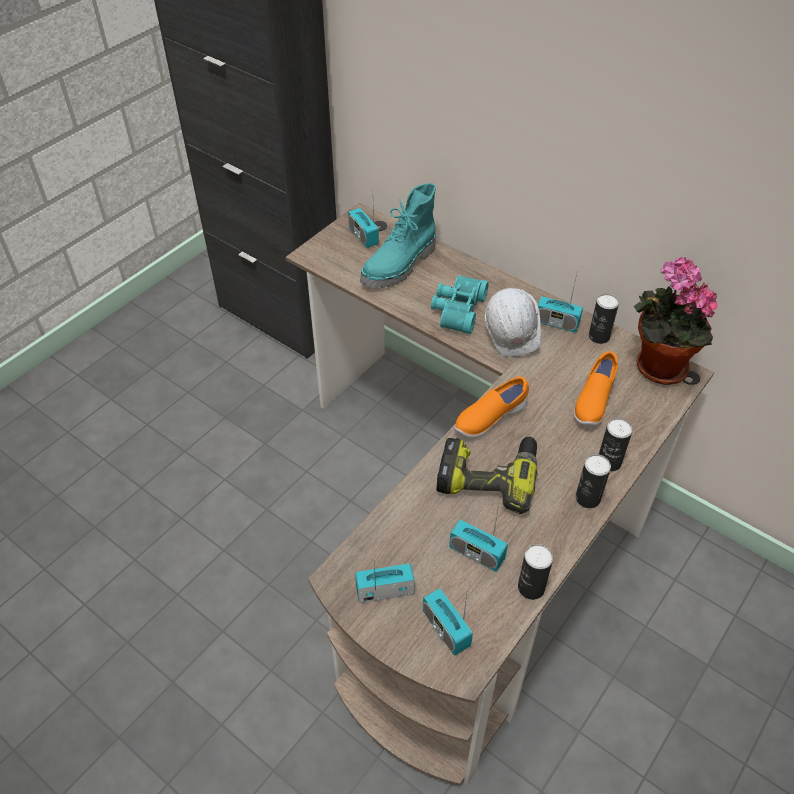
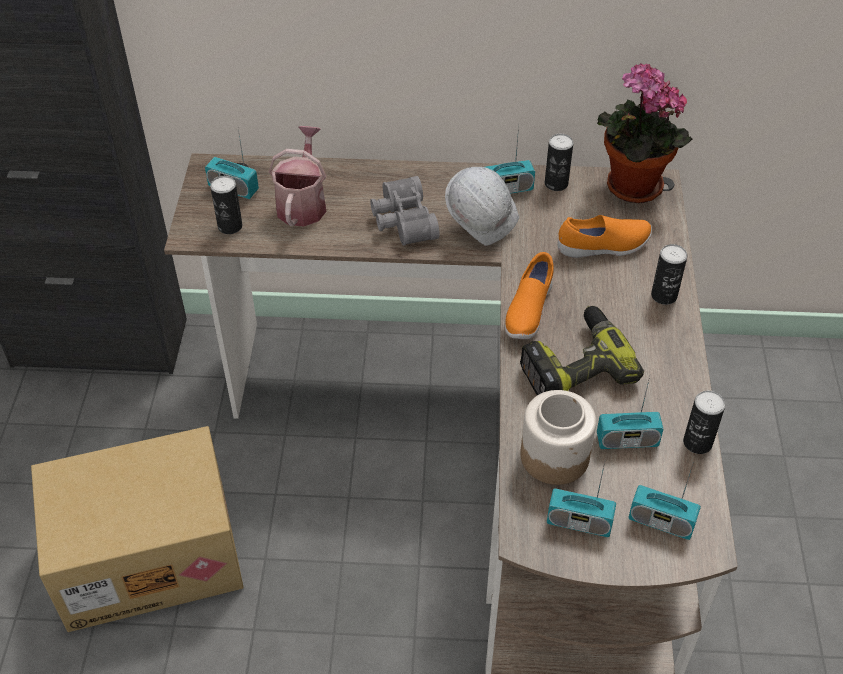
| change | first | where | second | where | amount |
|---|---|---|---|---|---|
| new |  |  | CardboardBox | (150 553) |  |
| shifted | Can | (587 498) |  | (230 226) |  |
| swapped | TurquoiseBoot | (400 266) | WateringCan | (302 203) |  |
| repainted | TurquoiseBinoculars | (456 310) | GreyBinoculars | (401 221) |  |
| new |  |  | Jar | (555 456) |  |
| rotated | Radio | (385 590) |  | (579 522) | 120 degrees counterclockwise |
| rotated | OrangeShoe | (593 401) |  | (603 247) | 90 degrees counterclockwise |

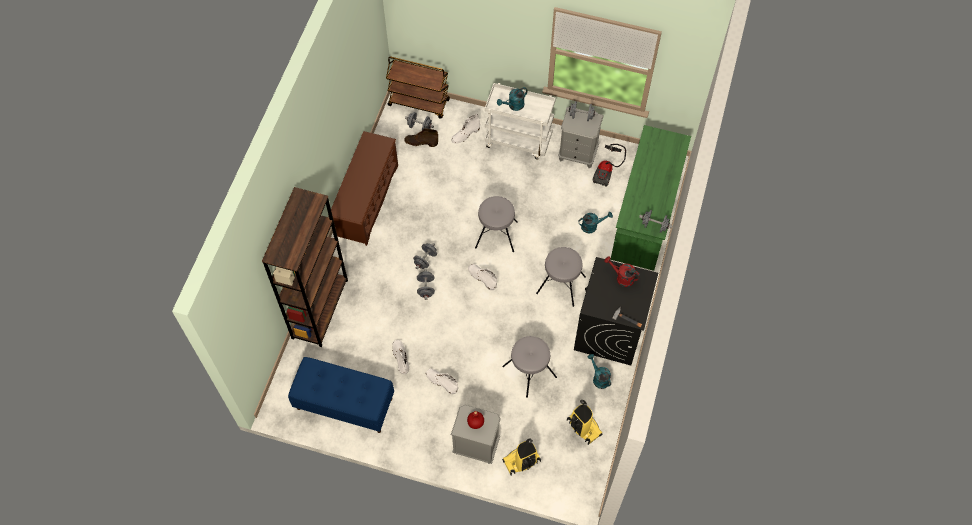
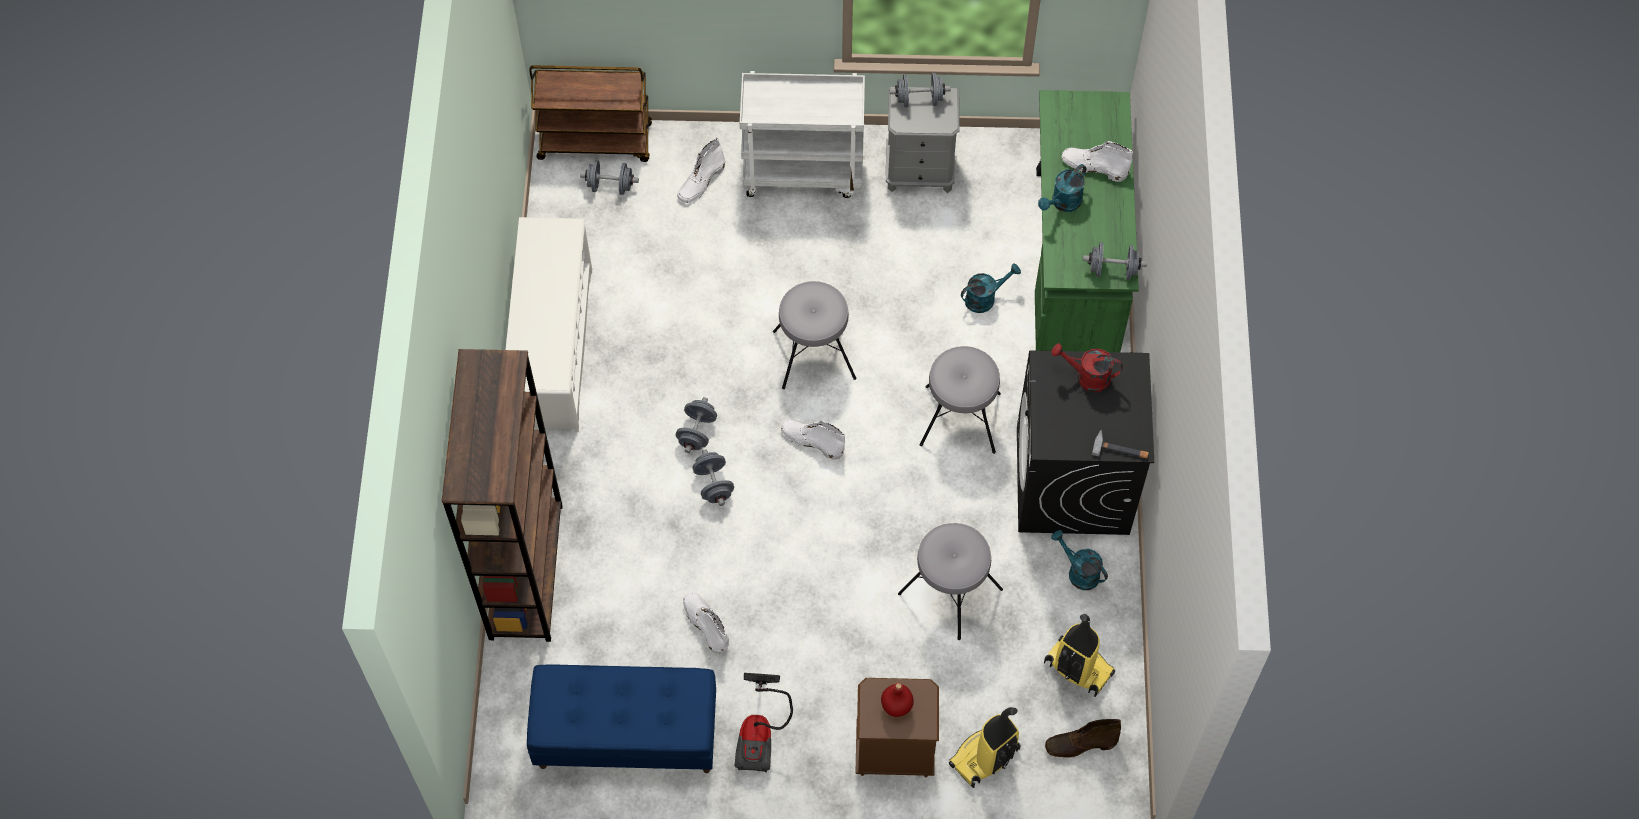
| change | first | where | second | where | amount |
|---|---|---|---|---|---|
| repainted | BrownShoeRack | (367 200) | WhiteShoeRack | (553 347) |  |
| shifted | VacuumCleaner | (607 171) |  | (760 733) |  |
| repainted | GreyNightstand | (476 446) | BrownNightstand | (894 751) |  |
| shifted | TurquoiseWateringCan | (513 106) |  | (1063 203) |  |
| shifted | BrownBoot | (421 142) |  | (1080 744) |  |
| shifted | WhiteBoot | (441 382) |  | (1093 167) |  |

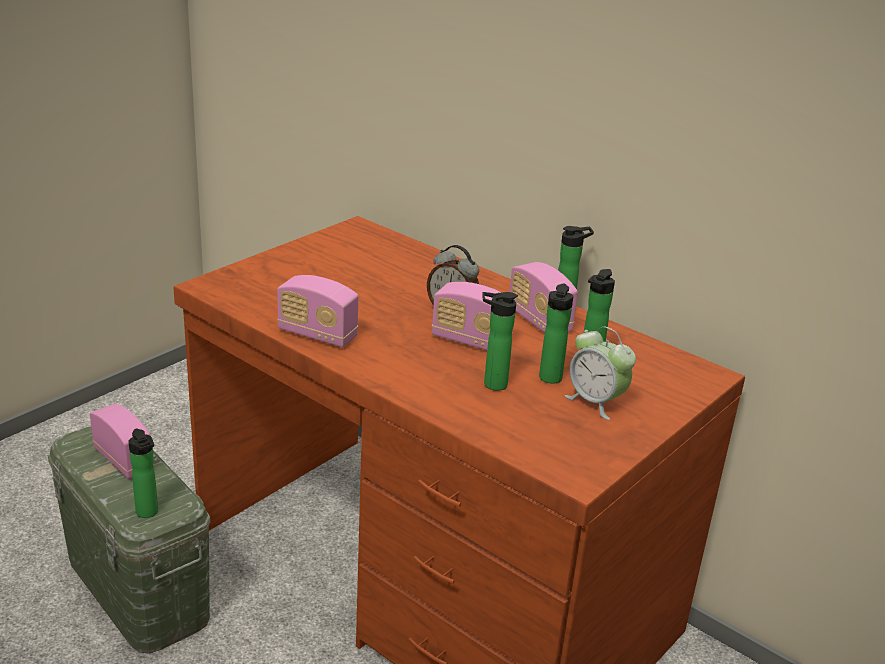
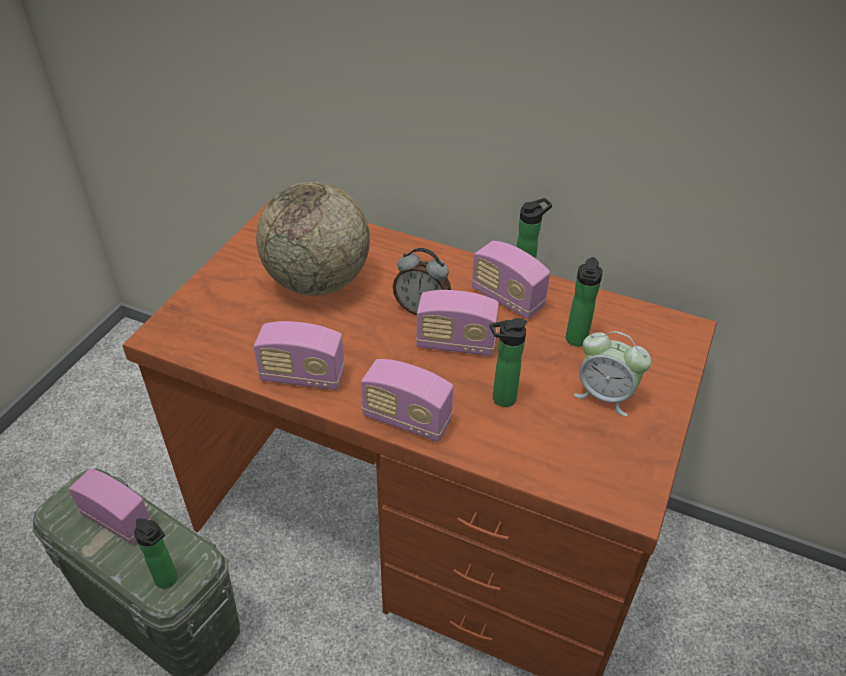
| change | first | where | second | where | amount |
|---|---|---|---|---|---|
| new |  |  | Globe | (318 281) |  |
| new |  |  | Radio | (406 420) |  |
| gone | Bottle | (549 379) |  |  |  |

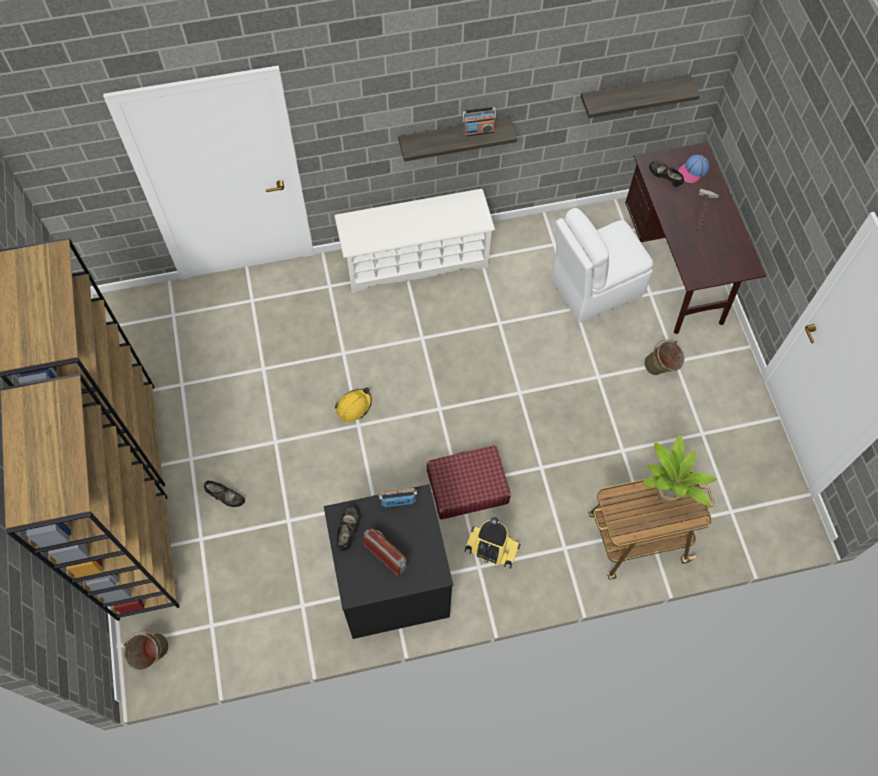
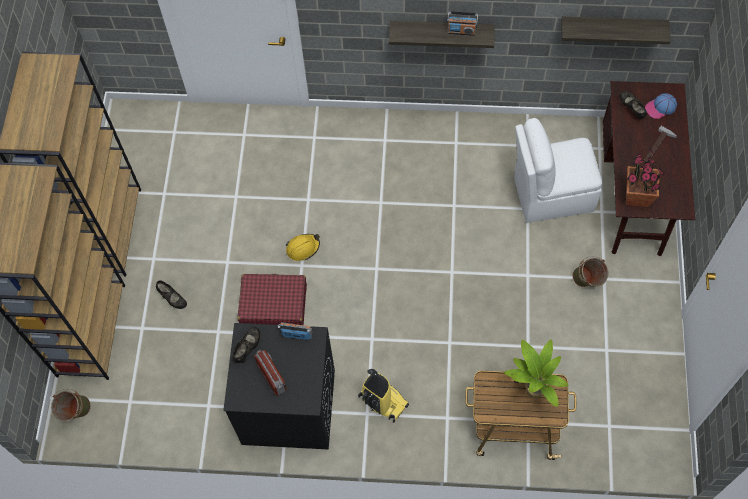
| change | first | where | second | where | amount |
|---|---|---|---|---|---|
| shifted | RedSuitcase | (467 486) |  | (273 305) |  |
| new |  |  | PottedPlant | (637 197) |  |
| gone | WhiteShoeRack | (415 260) |  |  |  |

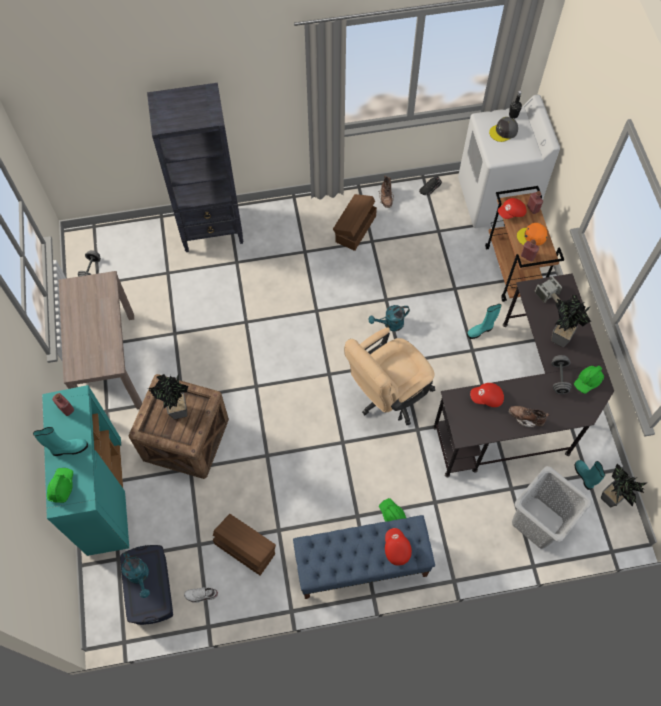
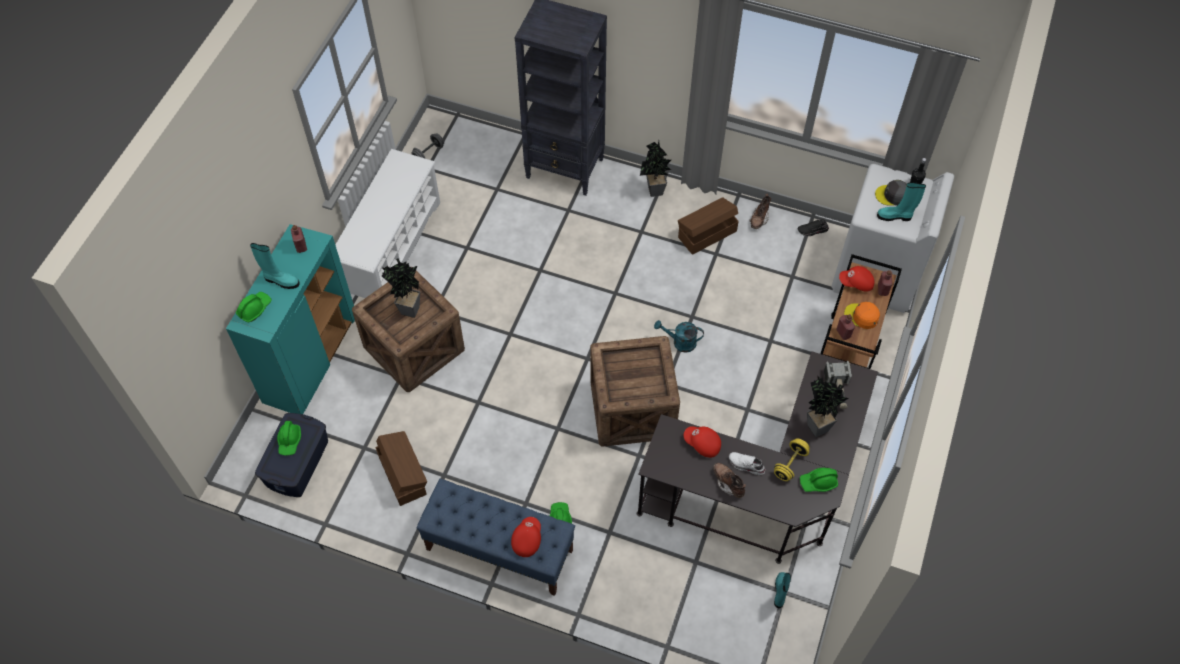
| change | first | where | second | where | amount |
|---|---|---|---|---|---|
| swapped | TurquoiseWateringCan | (140 576) | GreenHardHat | (289 441) |  |
| swapped | BrownConsoleTable | (111 363) | WhiteShoeRack | (392 246) |  |
| swapped | BeigeOfficeChair | (388 396) | Crate | (631 409) |  |
| shifted | PottedPlant | (610 501) |  | (654 193) |  |
| shifted | WhiteShoe | (201 595) |  | (746 465) |  |
| repainted | GreyDumbbell | (559 378) | YellowDumbbell | (790 464) |  |
| shifted | TurquoiseBoot | (480 330) |  | (895 216) |  |
| gone | GreyLaundryBasket | (538 522) |  |  |  |

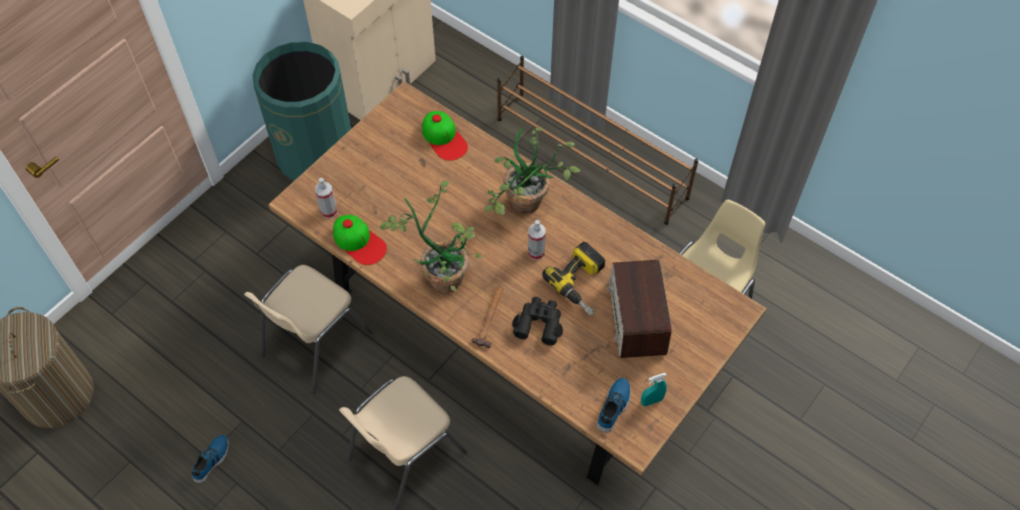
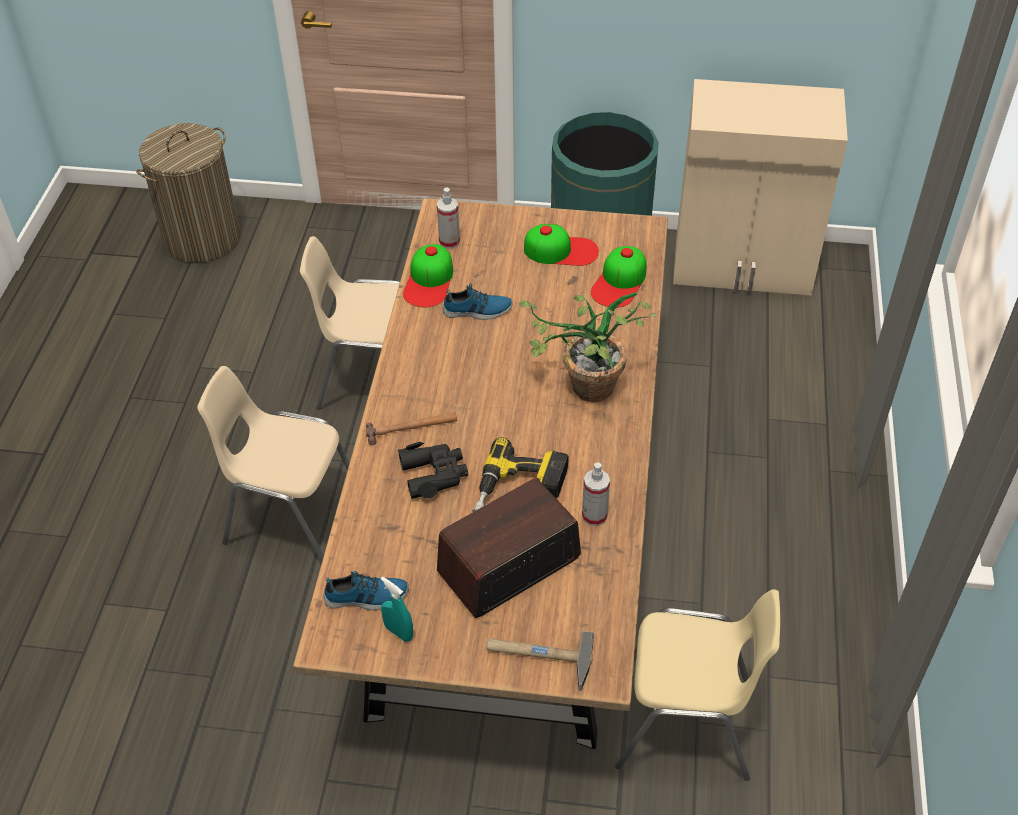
| change | first | where | second | where | amount |
|---|---|---|---|---|---|
| shifted | Shoe | (212 460) |  | (477 311) |  |
| new |  |  | Hammer | (538 657) |  |
| new |  |  | Cap | (561 250) |  |
| shifted | SprayBottle | (536 252) |  | (594 516) |  |
| gone | PottedPlant | (443 273) |  |  |  |
| gone | BrownShoeRack | (591 159) |  |  |  |

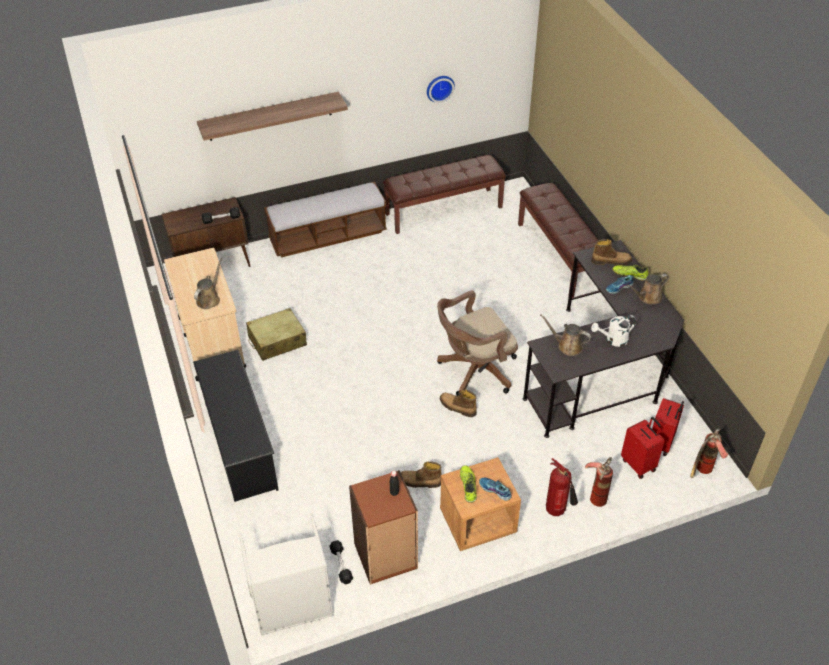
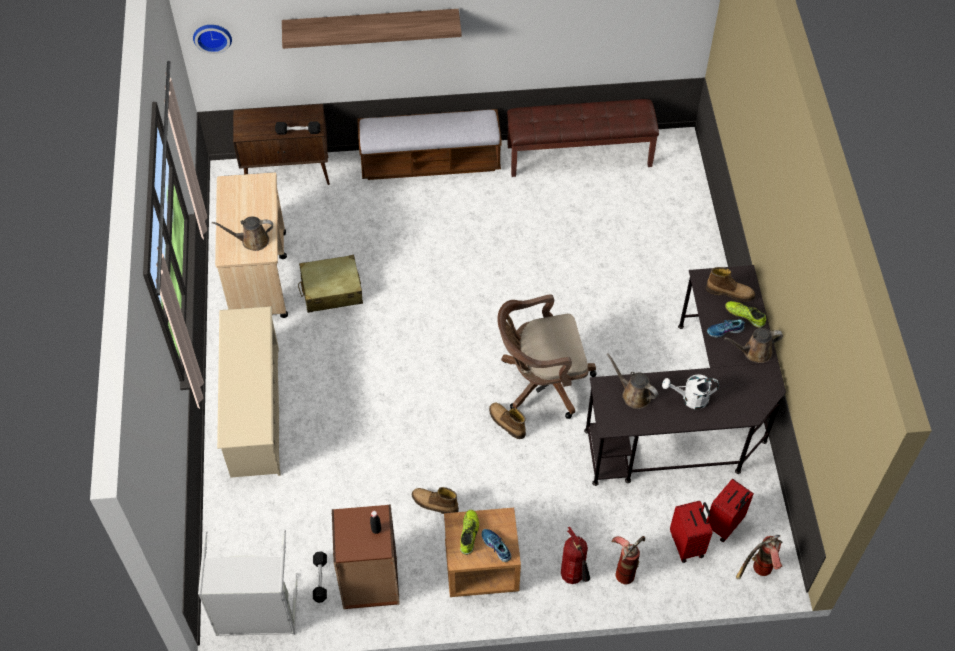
| change | first | where | second | where | amount |
|---|---|---|---|---|---|
| shifted | WallClock | (439 87) |  | (212 36) |  |
| rotated | BrownWateringCan | (209 299) |  | (252 240) | 135 degrees counterclockwise |
| repainted | BlackShoeRack | (240 445) | BeigeShoeRack | (255 411) |  |
| gone | BrownBench | (559 256) |  |  |  |

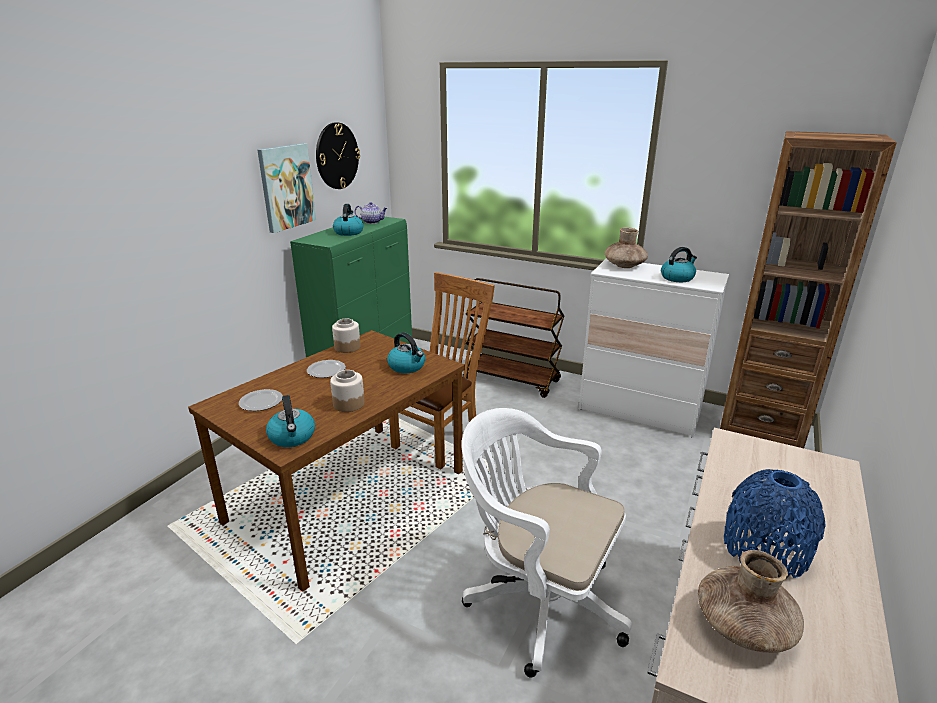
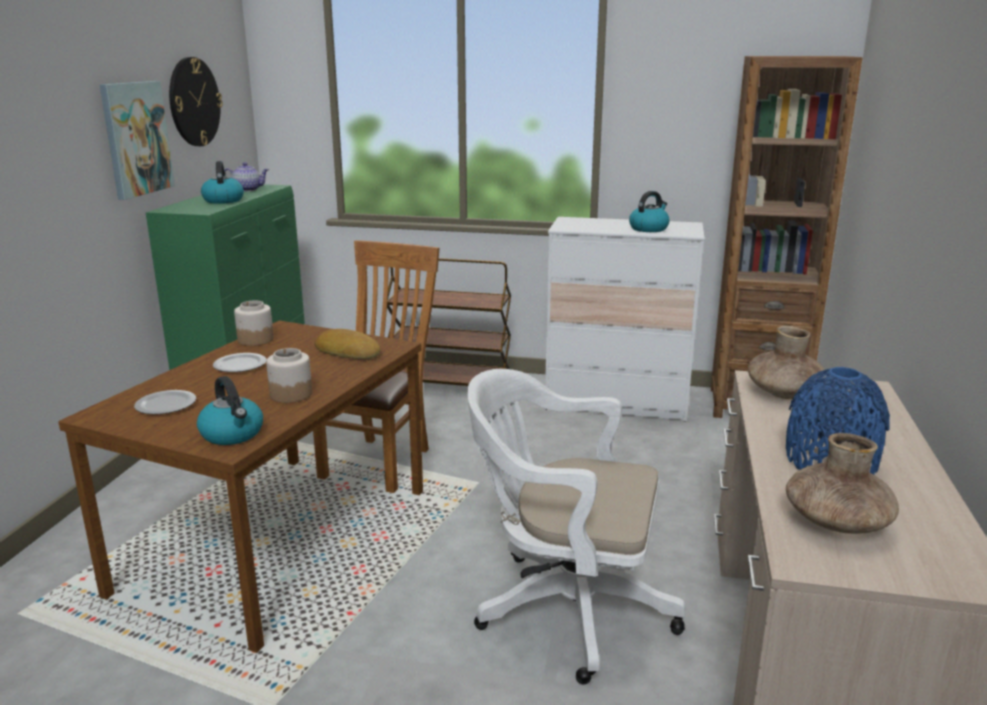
| change | first | where | second | where | amount |
|---|---|---|---|---|---|
| swapped | Kettle | (407 367) | Bread | (348 351) |  |
| shifted | BrownVase | (624 265) |  | (784 393) |  |

